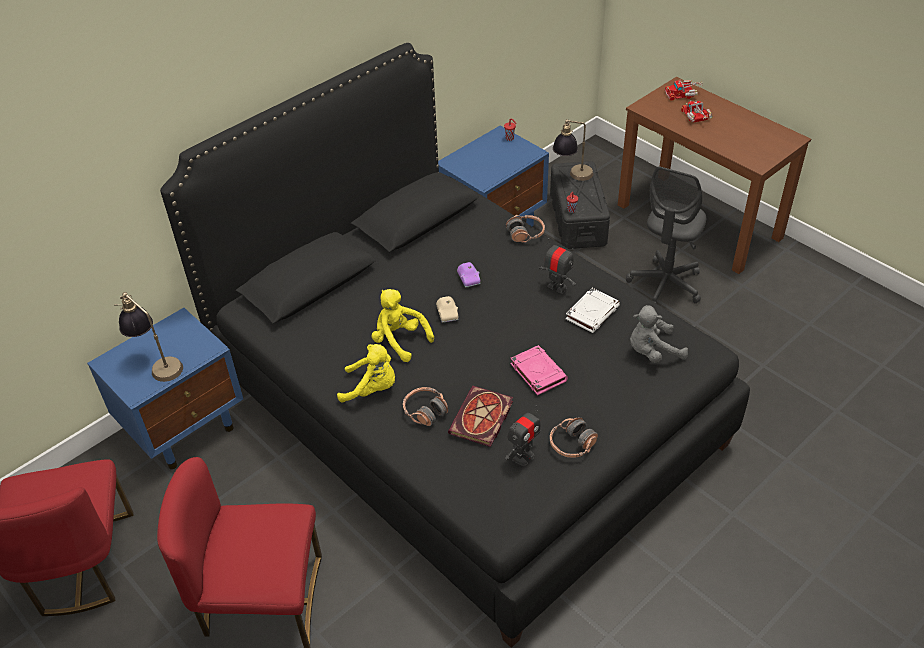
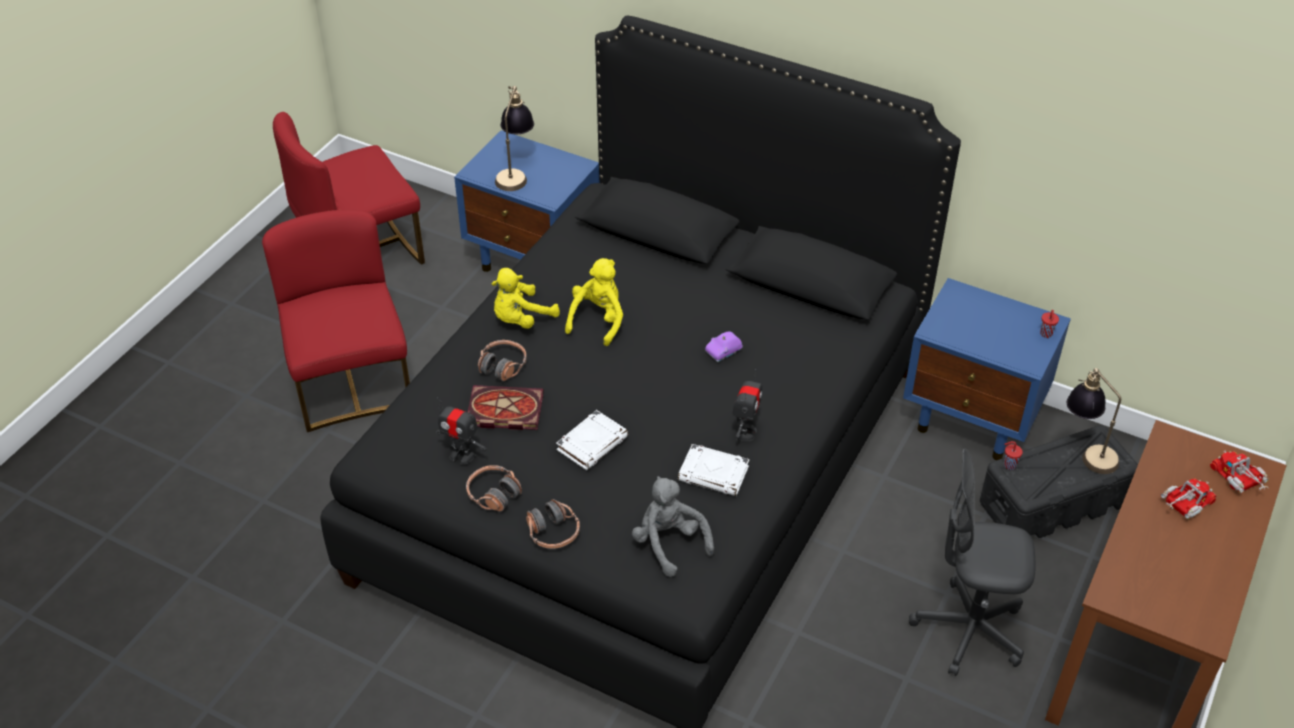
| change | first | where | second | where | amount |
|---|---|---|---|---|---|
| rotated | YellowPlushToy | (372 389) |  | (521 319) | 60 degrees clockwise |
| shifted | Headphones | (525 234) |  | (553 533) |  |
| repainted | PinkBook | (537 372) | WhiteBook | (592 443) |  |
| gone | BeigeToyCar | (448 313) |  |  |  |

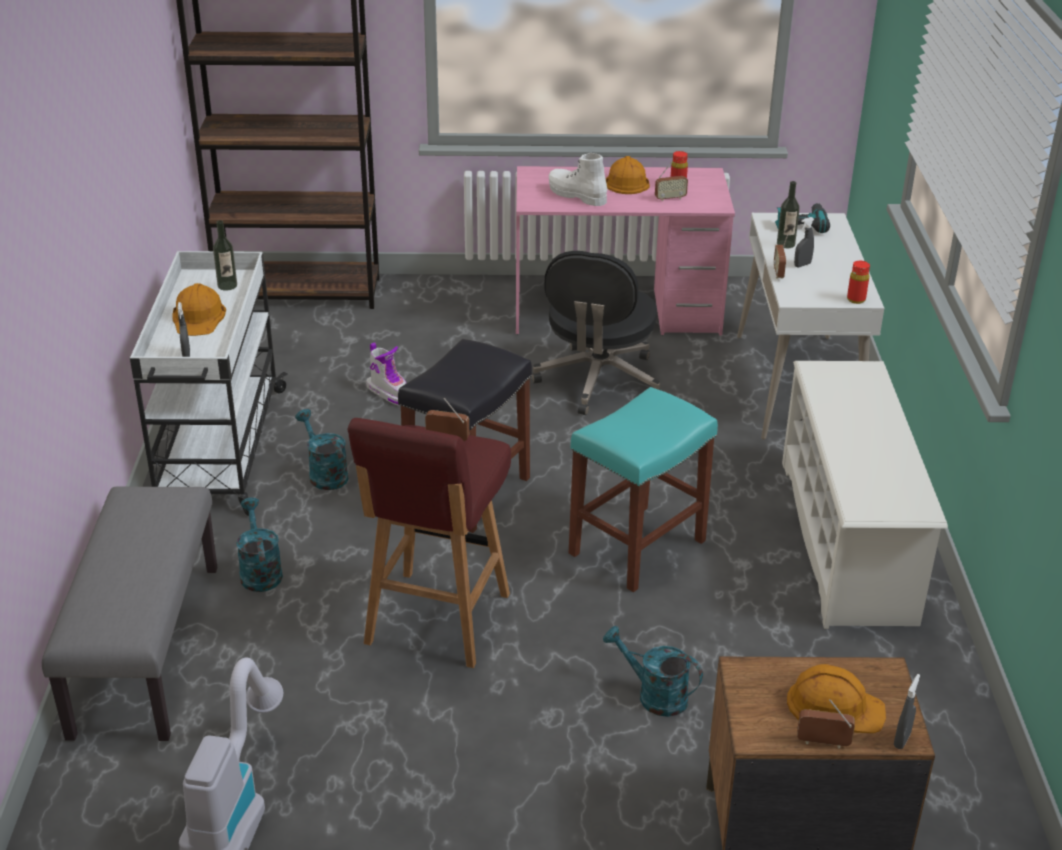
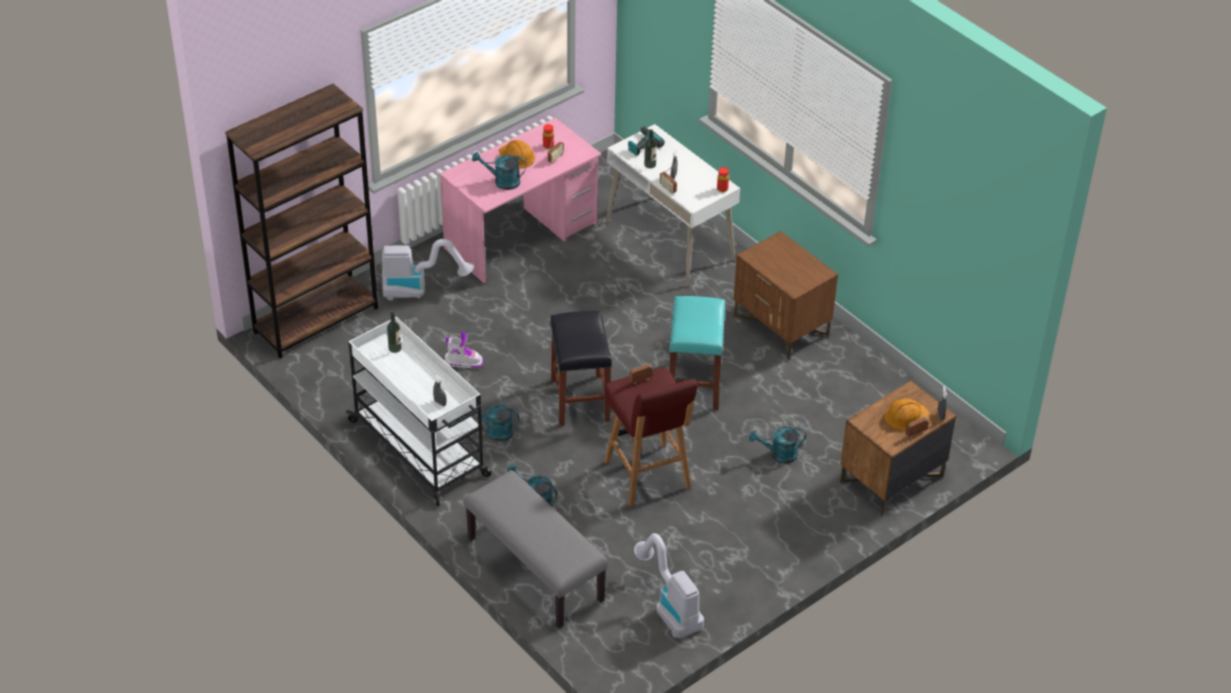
| change | first | where | second | where | amount |
|---|---|---|---|---|---|
| new |  |  | VacuumCleaner | (420 290) |  |
| swapped | WhiteBoot | (576 195) | TurquoiseWateringCan | (502 182) |  |
| swapped | WhiteShoeRack | (847 540) | BrownNightstand | (781 326) |  |
| gone | OrangeHardHat | (198 317) |  |  |  |
| gone | BlackOfficeChair | (598 381) |  |  |  |

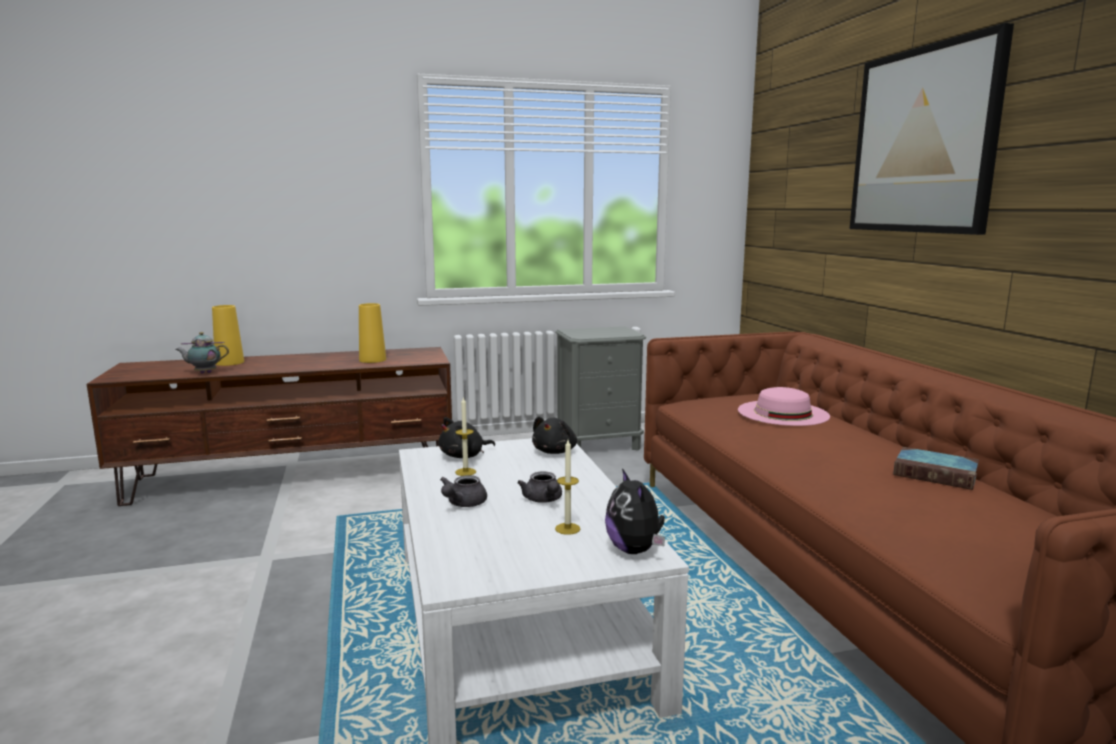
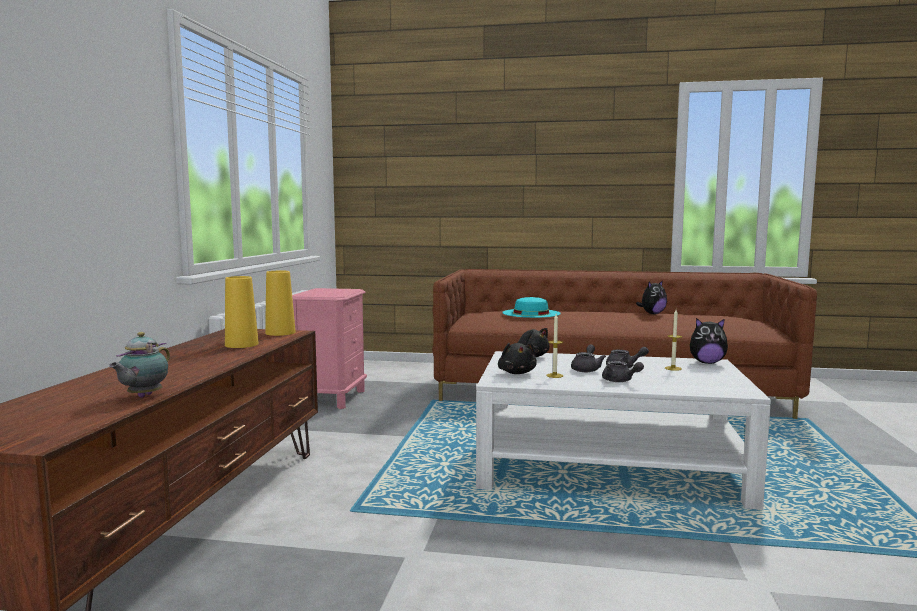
| change | first | where | second | where | amount |
|---|---|---|---|---|---|
| shifted | YellowVase | (229 362) |  | (280 333) |  |
| repainted | GreyNightstand | (599 444) | PinkNightstand | (331 398) |  |
| repainted | PinkHat | (783 413) | TurquoiseHat | (531 313) |  |
| new |  |  | GreyTeapot | (586 369) |  |
| swapped | Book | (937 474) | PlushToy | (652 314) |  |
| gone | Picture | (923 141) |  |  |  |

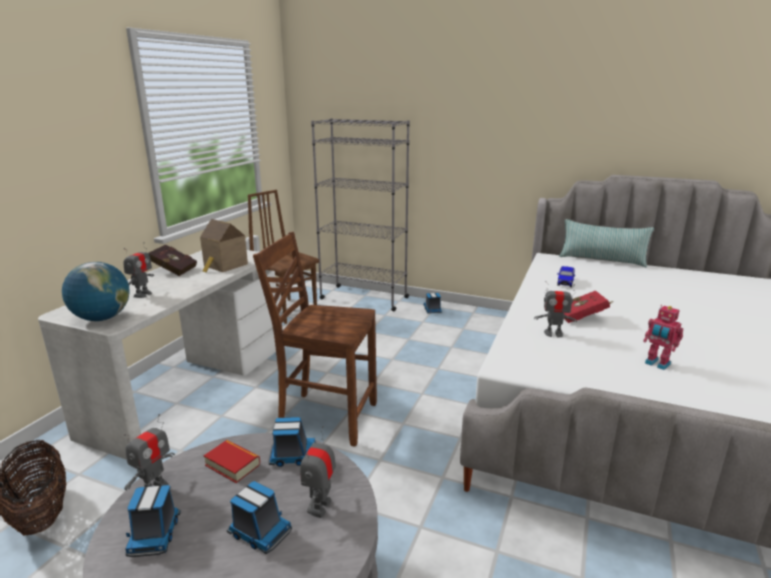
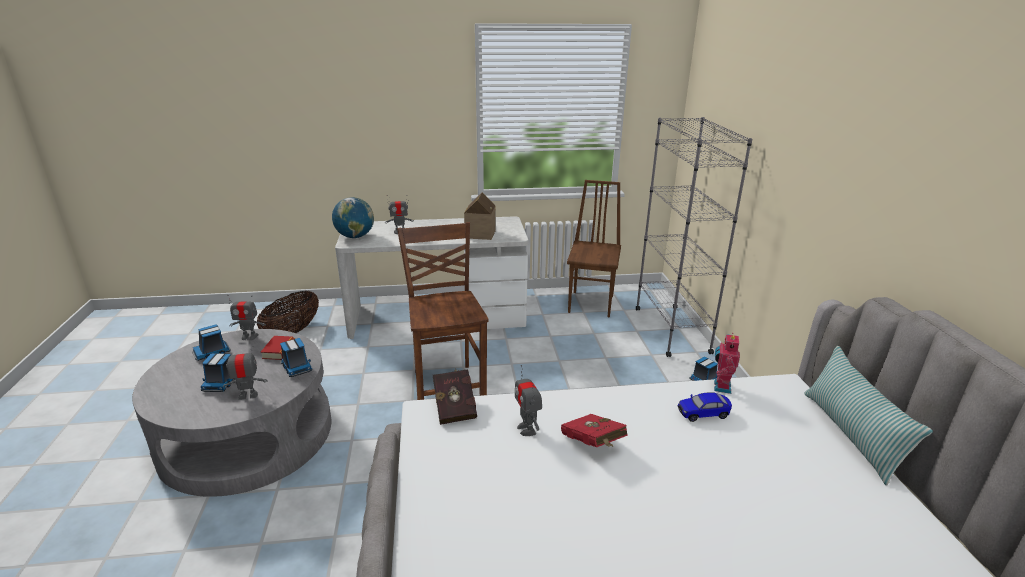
| change | first | where | second | where | amount |
|---|---|---|---|---|---|
| shifted | RedBook | (172 270) |  | (455 406) |  |
| shifted | ToyRobot | (656 364) |  | (720 386) |  |

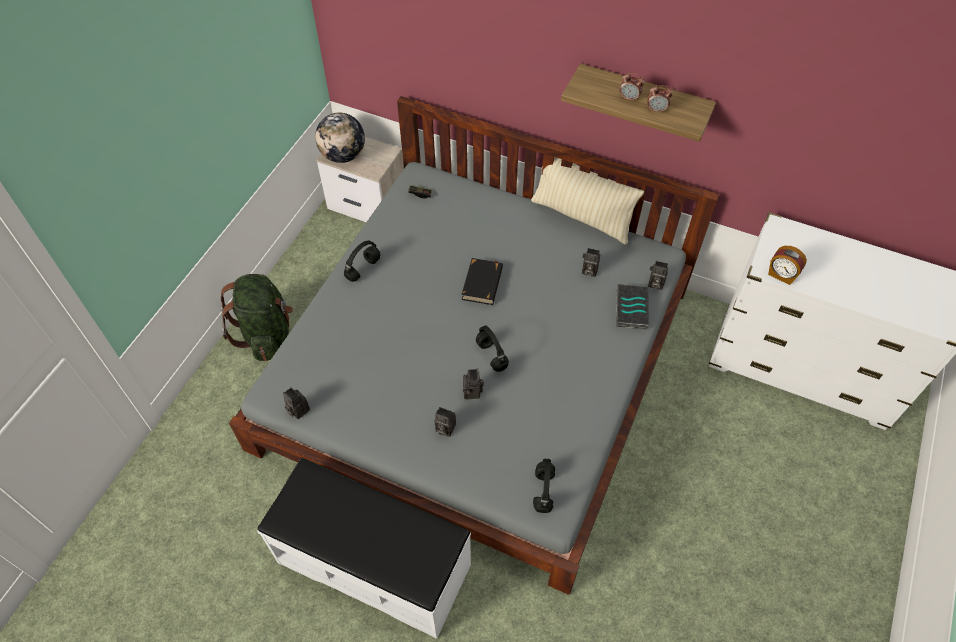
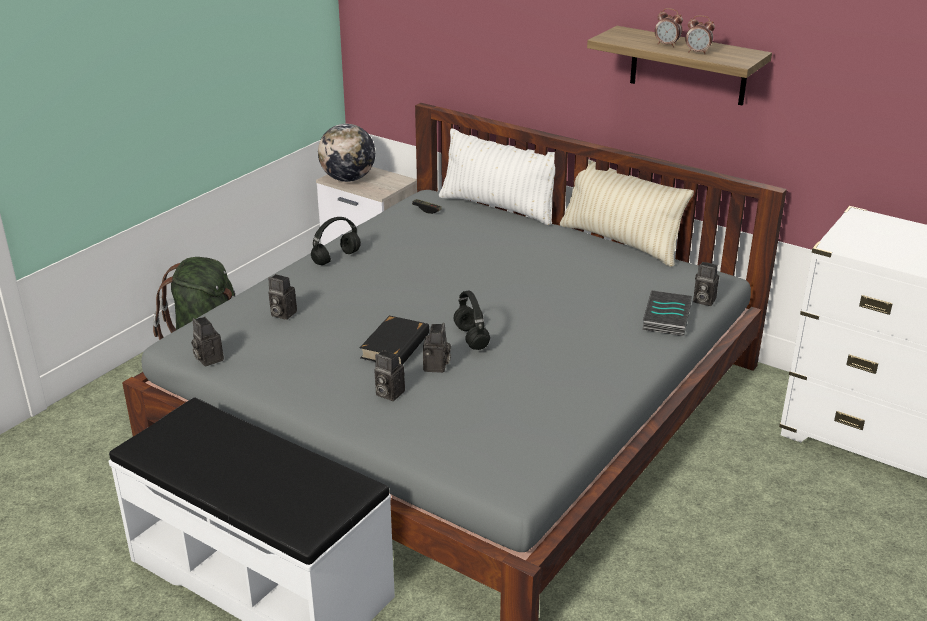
| change | first | where | second | where | amount |
|---|---|---|---|---|---|
| shifted | PhotoCamera | (588 271) |  | (281 314) |  |
| shifted | BlackBook | (482 283) |  | (396 346) |  |
| new |  |  | WhitePillow | (498 207) |  |
| gone | BlackHeadphones | (543 490) |  |  |  |
| gone | AlarmClock | (781 275) |  |  |  |

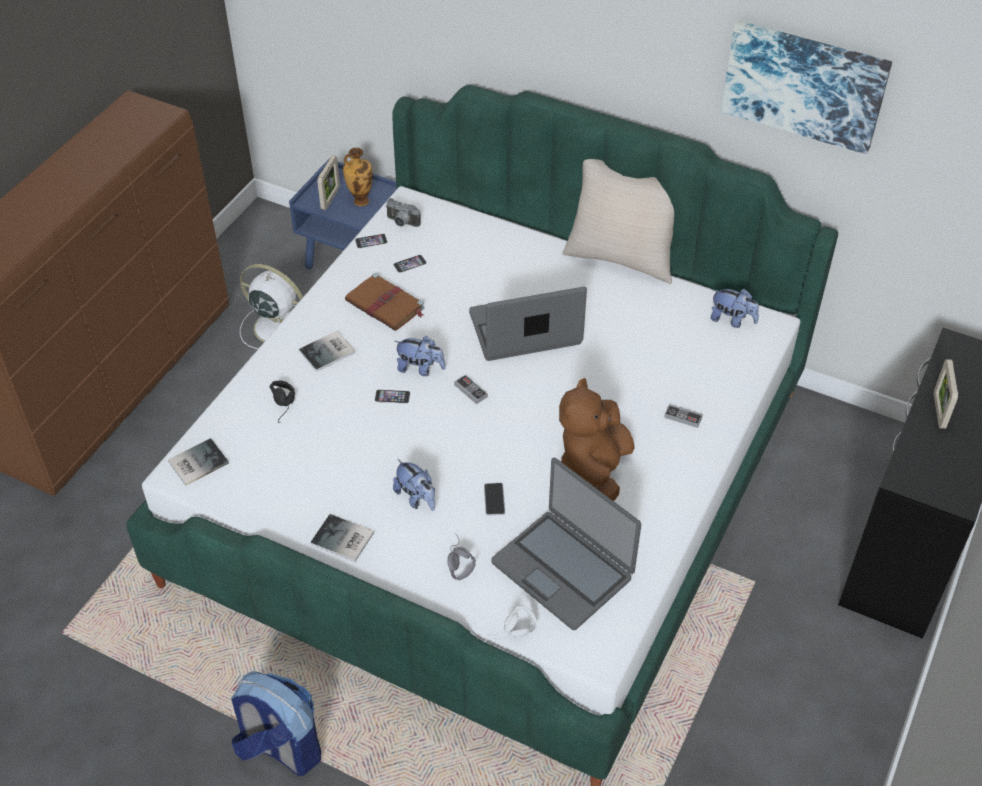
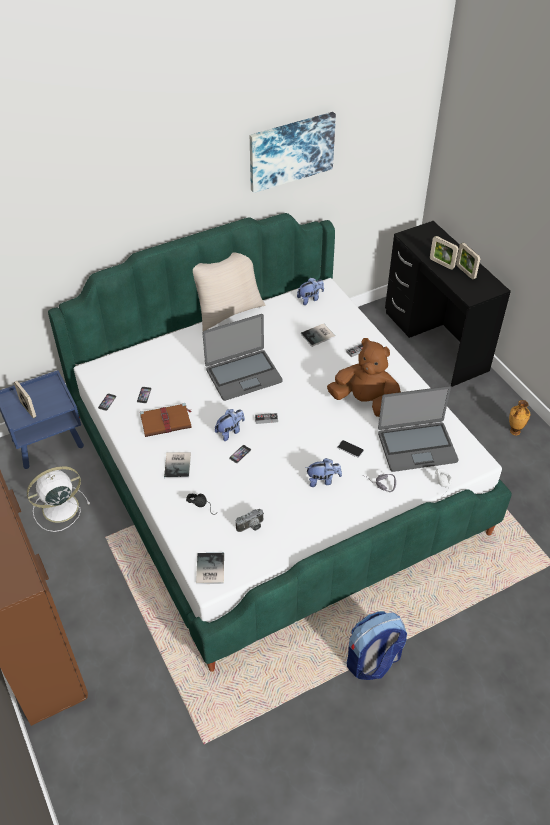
| change | first | where | second | where | amount |
|---|---|---|---|---|---|
| rotated | Laptop | (525 330) |  | (243 375) | 135 degrees counterclockwise |
| shifted | PhotoCamera | (401 223) |  | (251 527) |  |
| shifted | Book | (343 540) |  | (319 335) |  |
| rotated | BrownPlushToy | (594 472) |  | (364 401) | 150 degrees clockwise |
| new |  |  | PictureFrame | (465 272) |  |
| shifted | Vase | (360 200) |  | (514 431) |  |

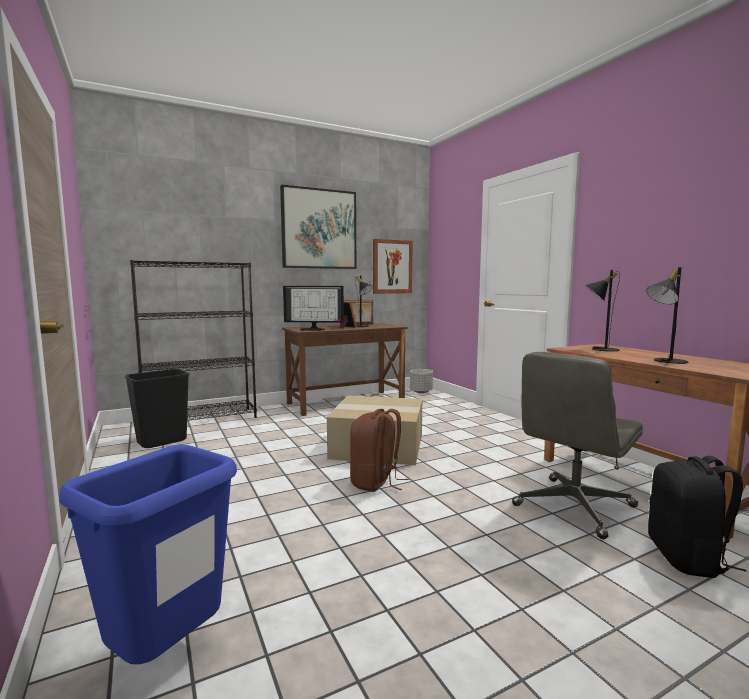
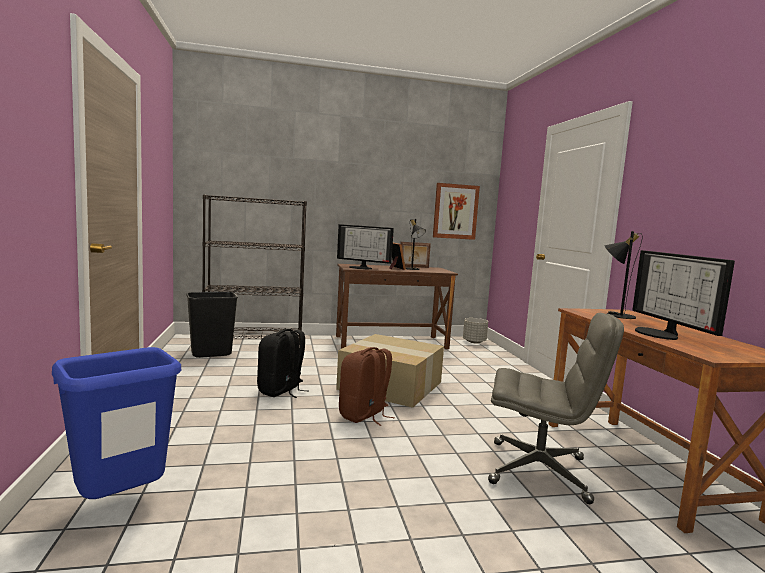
| change | first | where | second | where | amount |
|---|---|---|---|---|---|
| shifted | BlackBackpack | (688 559) |  | (281 391) |  |
| rotated | GreyOfficeChair | (574 507) |  | (540 471) | 135 degrees counterclockwise |
| swapped | BlackTableLamp | (665 361) | Monitor | (660 334) |  |
| gone | Picture | (319 229) |  |  |  |

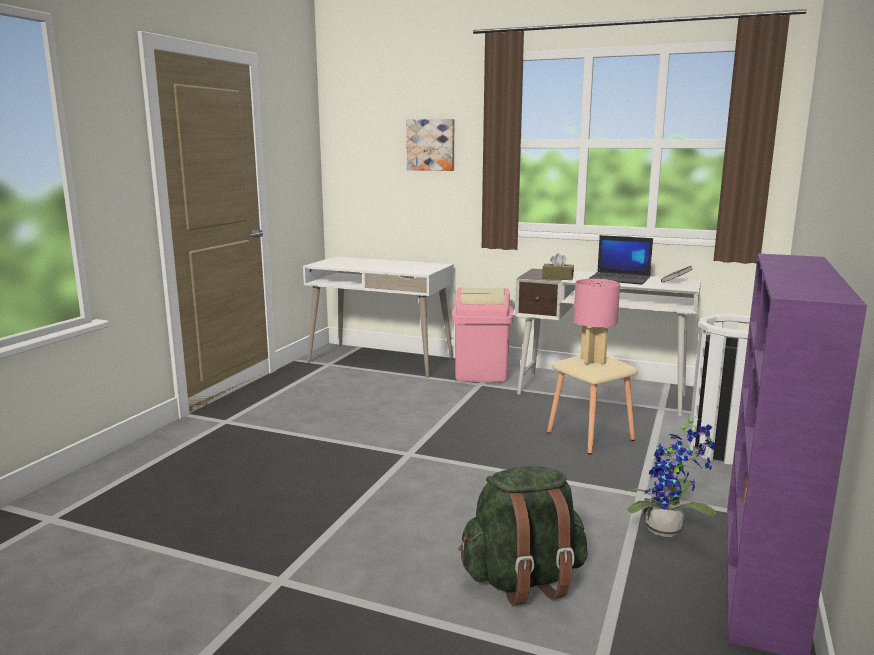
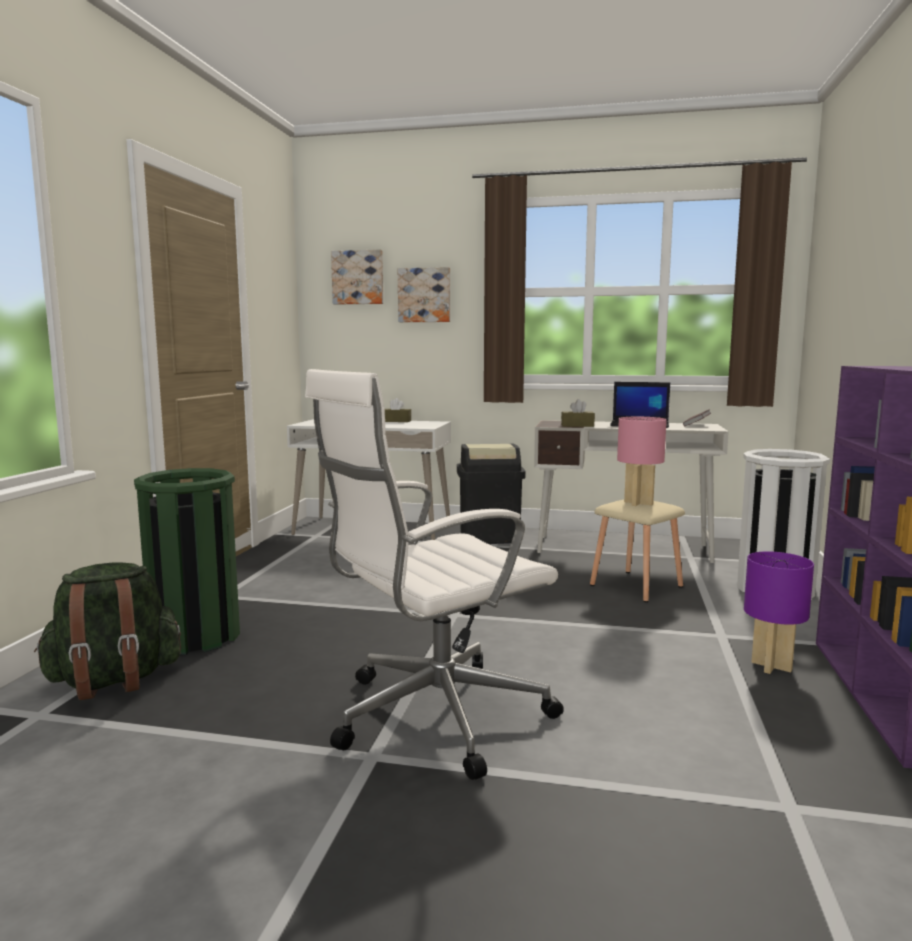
| change | first | where | second | where | amount |
|---|---|---|---|---|---|
| shifted | GreenBackpack | (523 580) |  | (113 681) |  |
| new |  |  | GreenTrashCan | (195 636) |  |
| new |  |  | WhiteOfficeChair | (433 716) |  |
| new |  |  | Picture | (358 277) |  |
| new |  |  | BrownTissueBox | (396 421) |  |
| repainted | PinkTrashCan | (481 374) | BlackTrashCan | (489 537) |  |
| swapped | PottedPlant | (668 531) | PurpleTableLamp | (771 666) |  |

